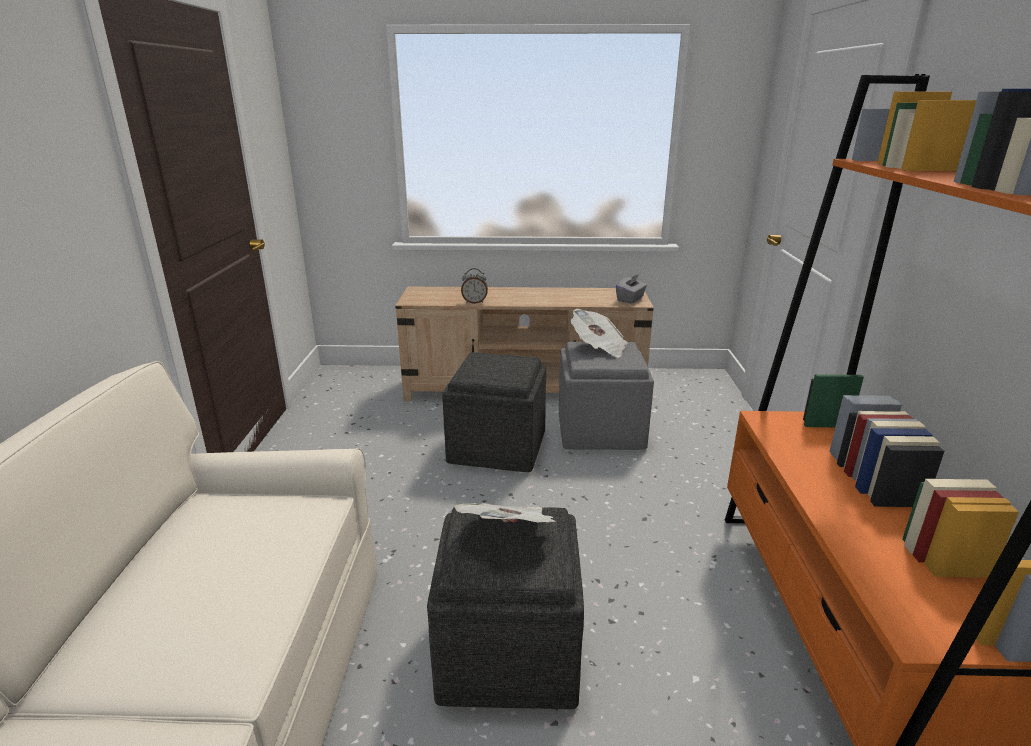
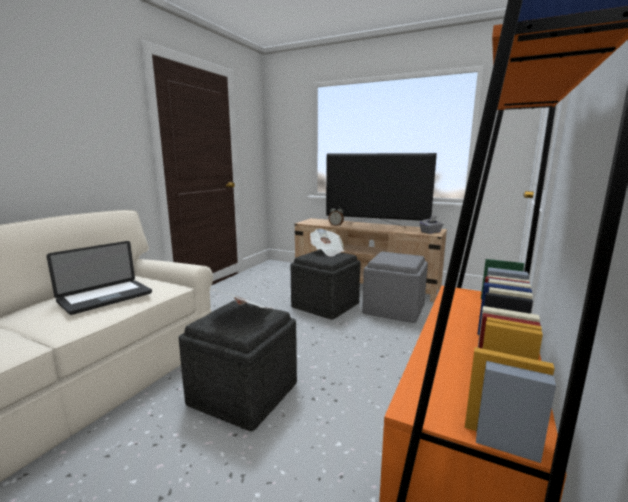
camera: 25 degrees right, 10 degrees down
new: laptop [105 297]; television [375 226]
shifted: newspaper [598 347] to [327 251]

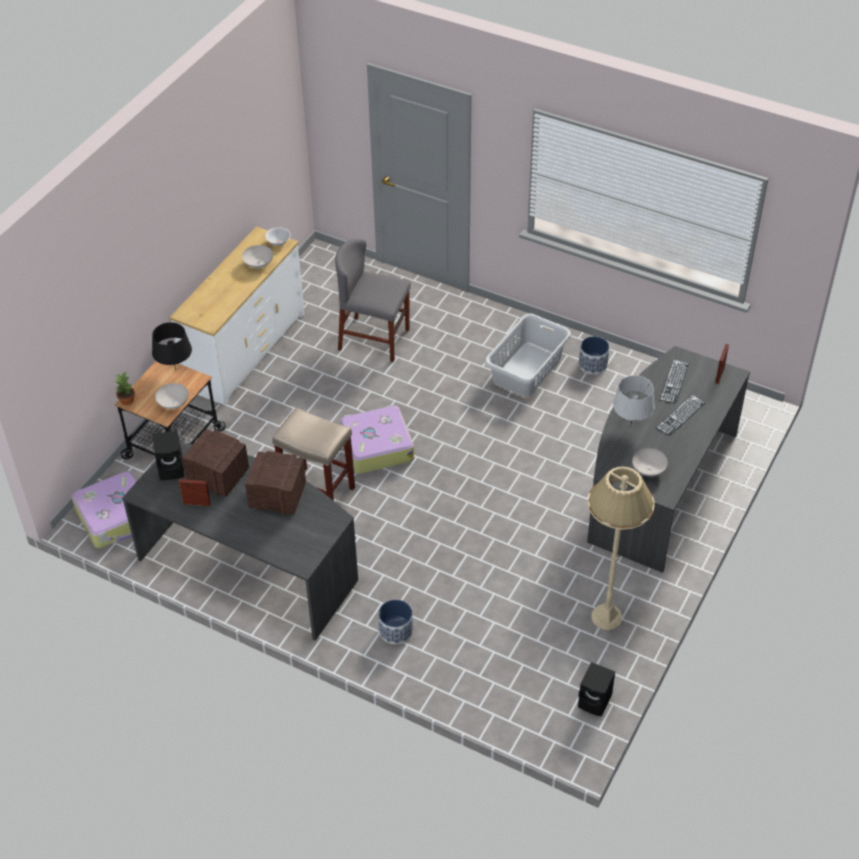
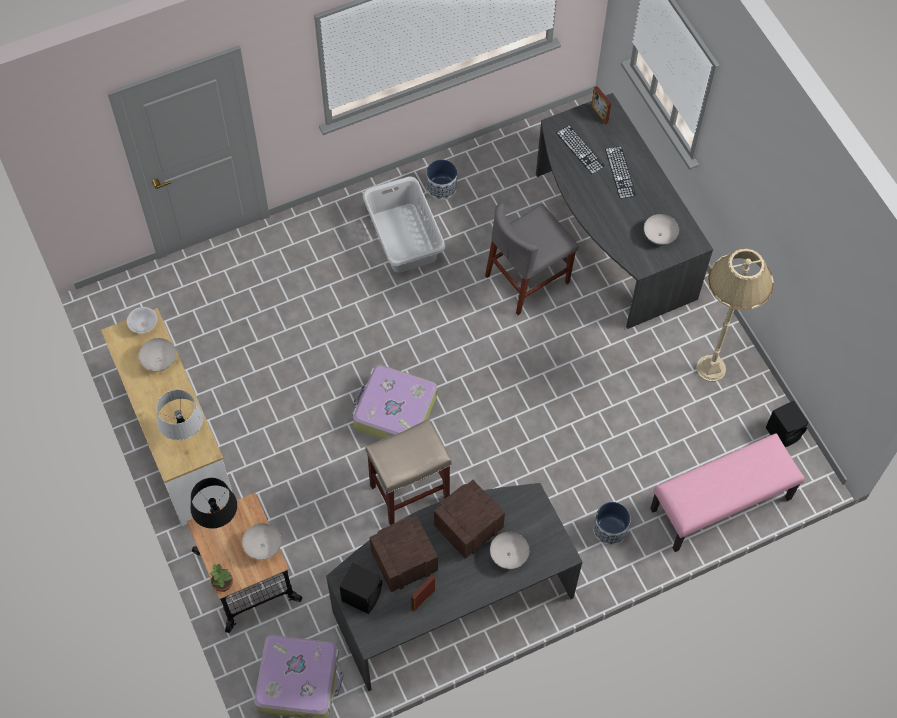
camera: 55 degrees left, 15 degrees up
new: white bowl [508 556]; pink bench [720 505]
shifted: grey chair [374 339] to [527 279]; grey table lamp [631 424] to [184 432]

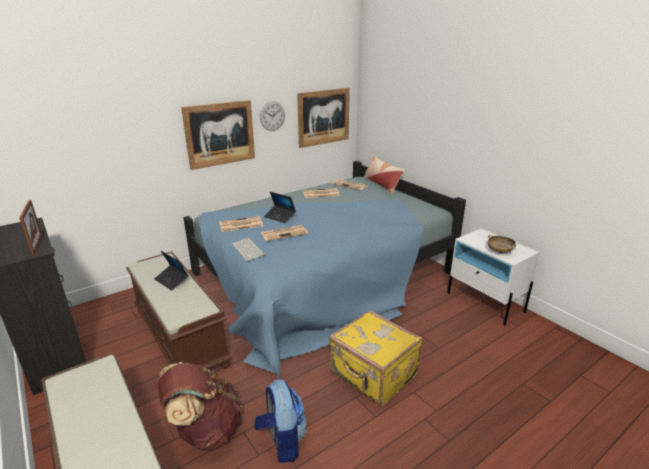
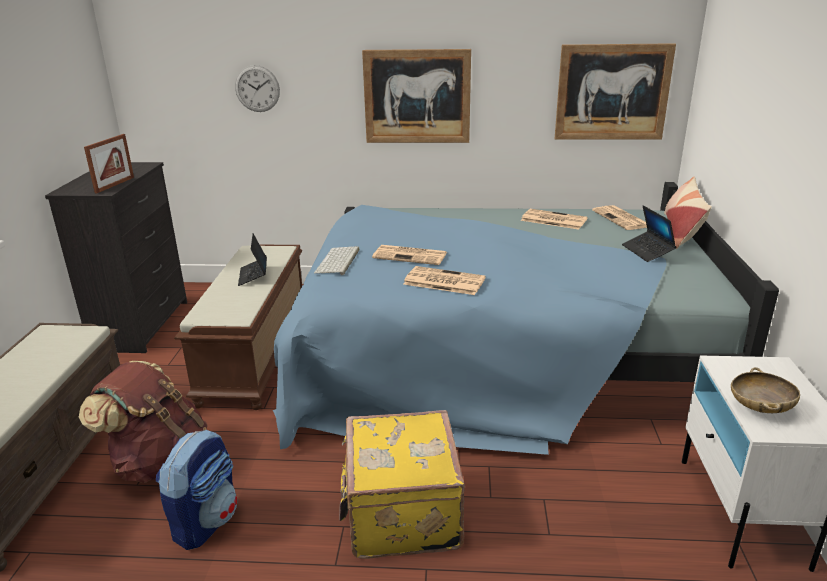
camera: 40 degrees right, 0 degrees up
shifted: newspaper [240 224] to [443 281]; wall clock [272 116] to [257 89]; laptop [280 217] to [647 251]

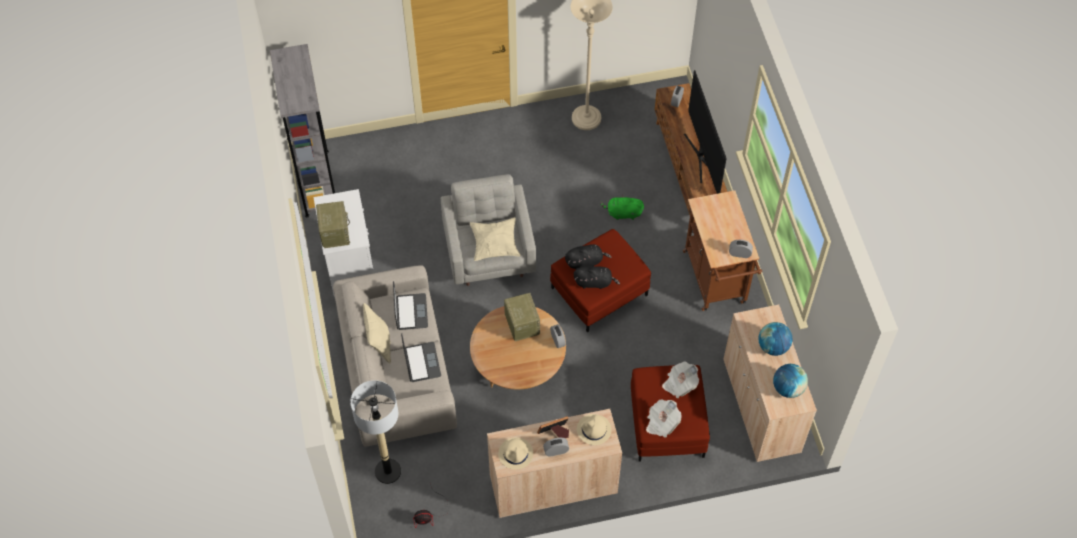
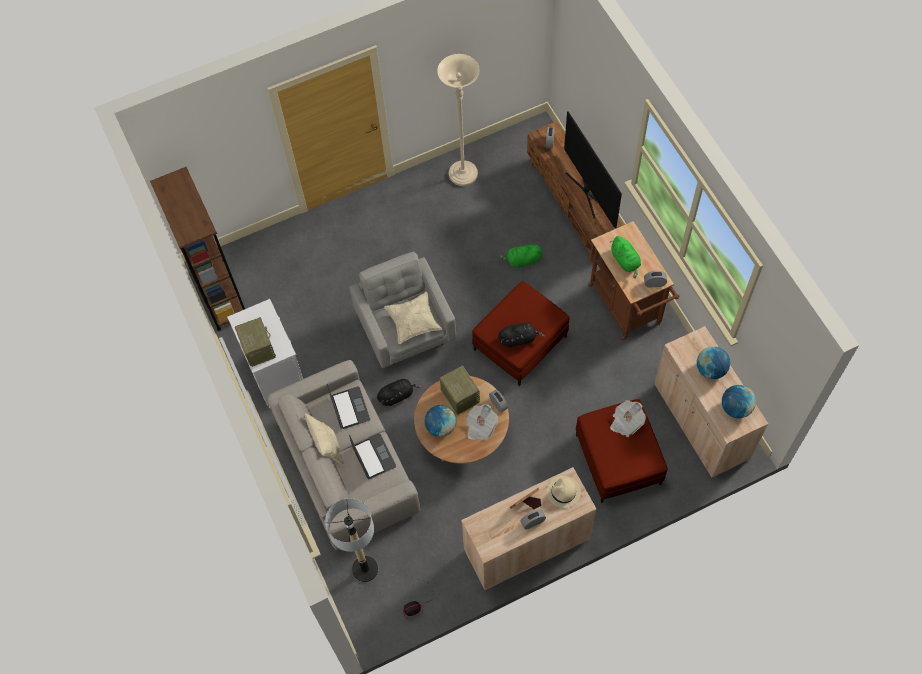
camera: 10 degrees left, 5 degrees up
gone: beige hat [516 453]
new: globe [441 427]; green plush toy [625 261]
shifted: black plush toy [585 261] to [397 395]; newspaper [661 422] to [480 426]
repainted: grey bookcase [317 183] to brown bookcase [220 294]

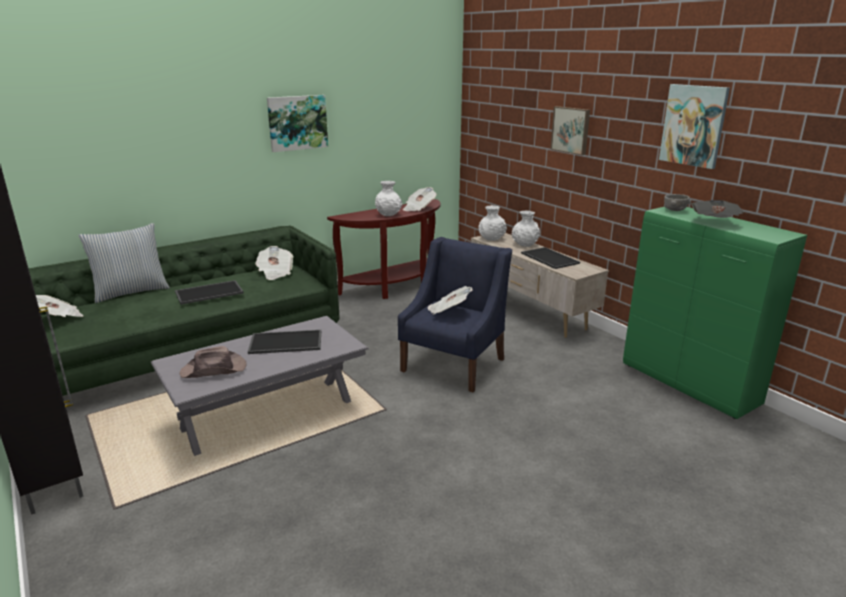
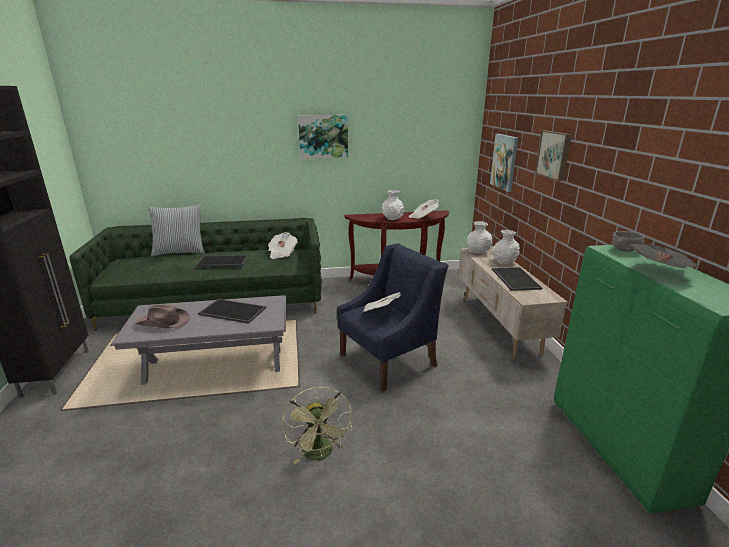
camera: 25 degrees right, 0 degrees up
gone: newspaper [58 317]
new: green fan [320 454]
shifted: picture [693 125] to [504 162]

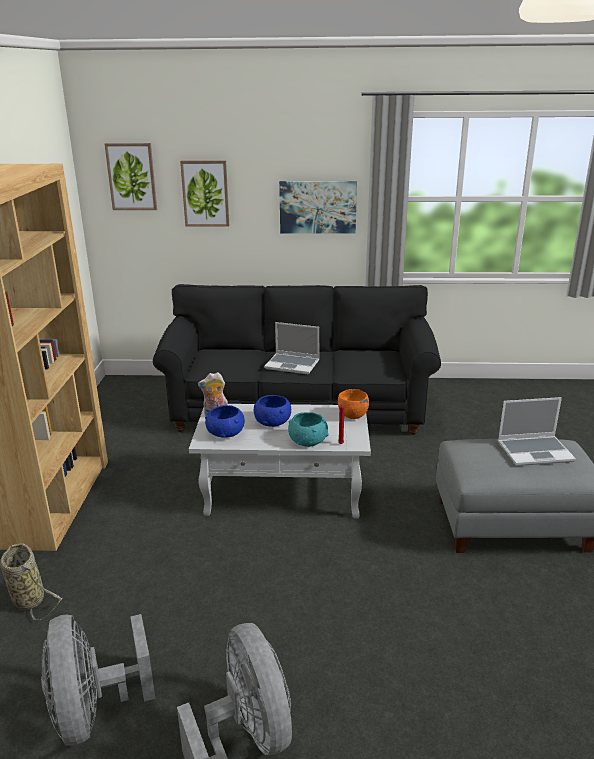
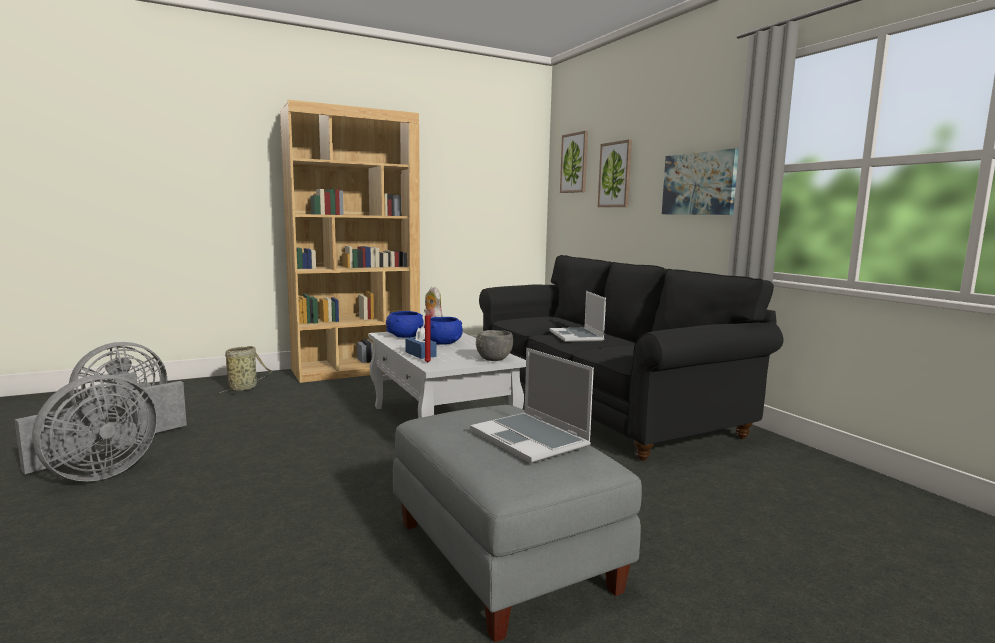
camera: 60 degrees right, 15 degrees down
swapped: turquoise bowl [308 441] to blue tissue box [420 354]
repainted: orange bowl [352 416] to grey bowl [493 360]

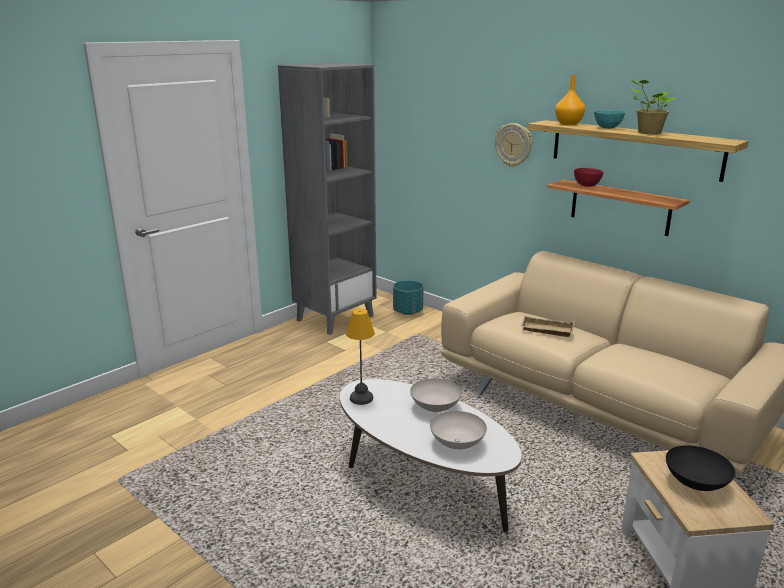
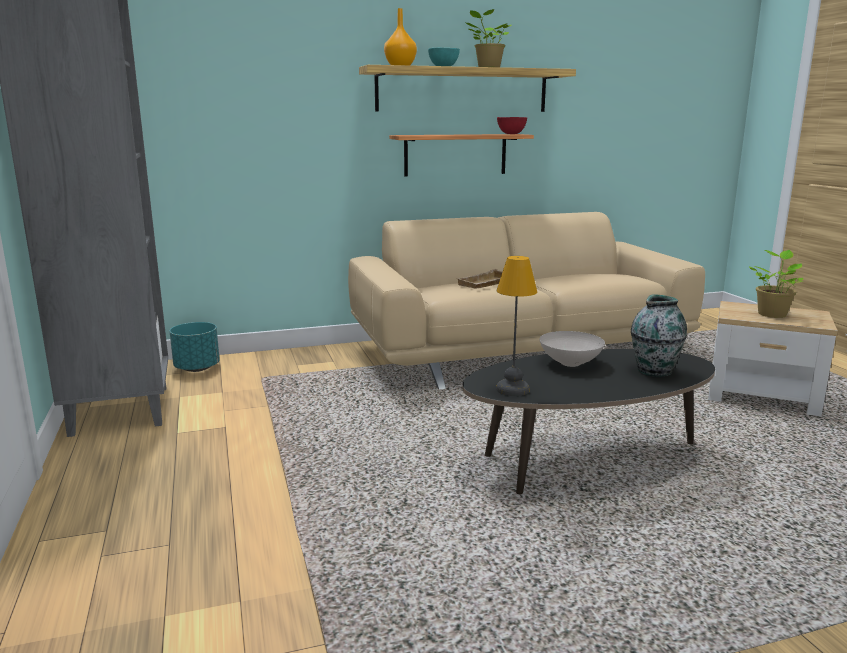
camera: 60 degrees left, 5 degrees down
gone: wall clock [514 145]
shifted: red bowl [586 185] to [510 134]
swapped: white bowl [457 444] to vase [655 371]; black bowl [694 483] to potted plant [772 314]
repainted: white coffee table [422 484] to black coffee table [585 461]

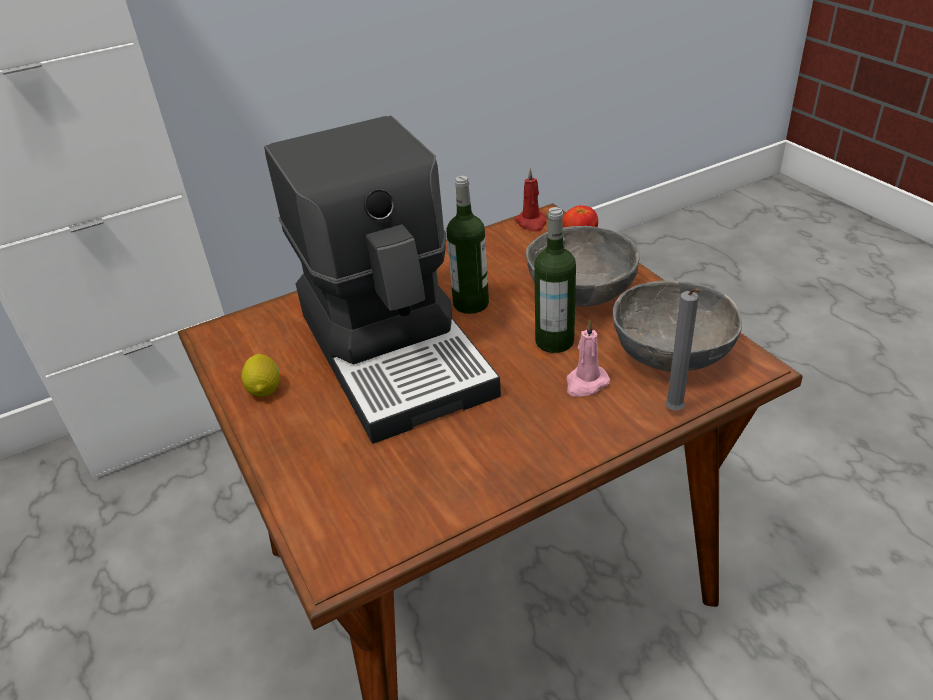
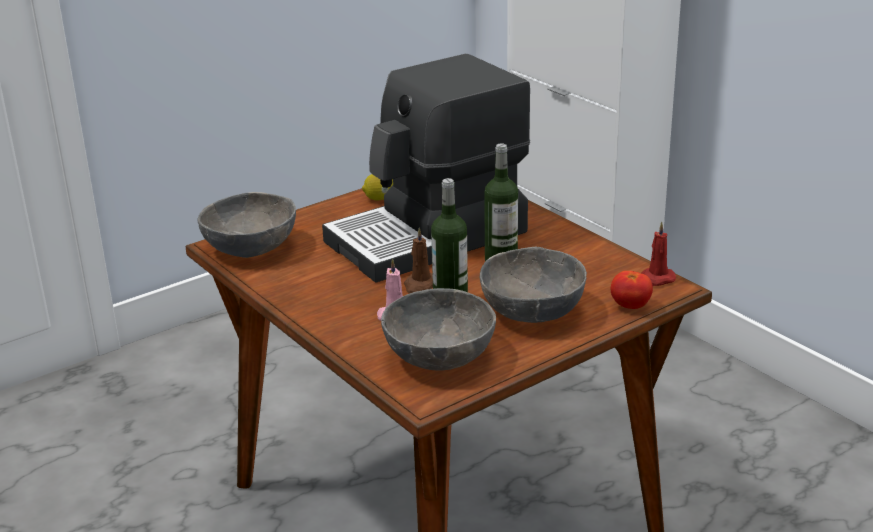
camera: 80 degrees right, 10 degrees down
gone: grey candle [675 412]
new: grey bowl [251 247]; brown candle [420 285]

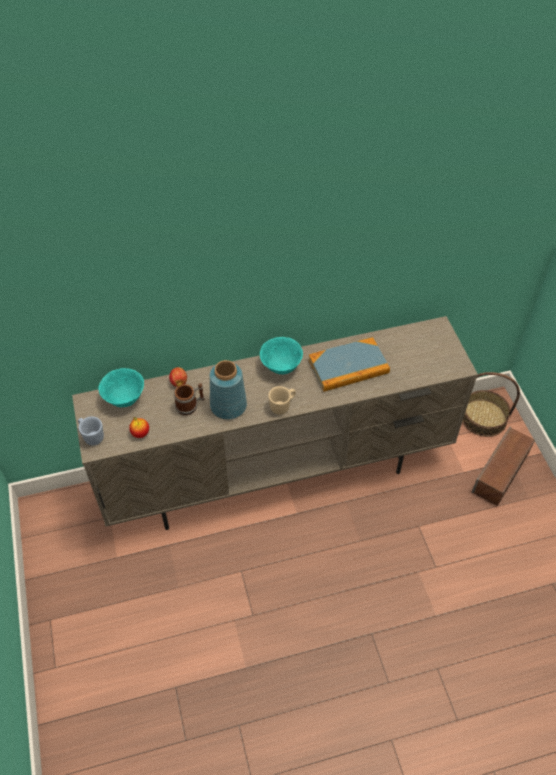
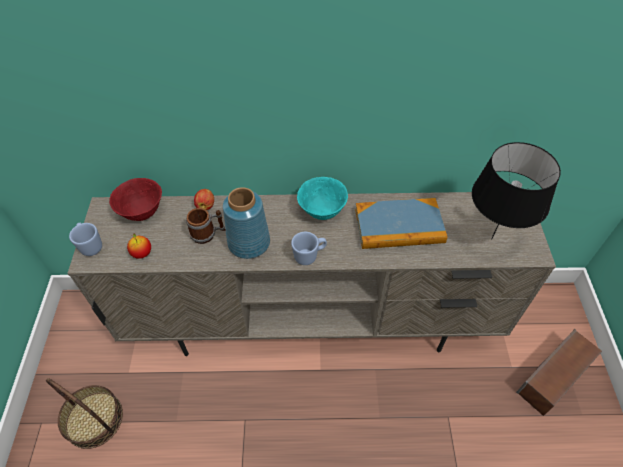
camera: 15 degrees right, 0 degrees up
new: black table lamp [491 240]
shifted: basket [483 417] to [94 419]
repainted: turquoise bowl [124 399] to red bowl [142 212]; beige mug [282 406] to blue mug [309 256]

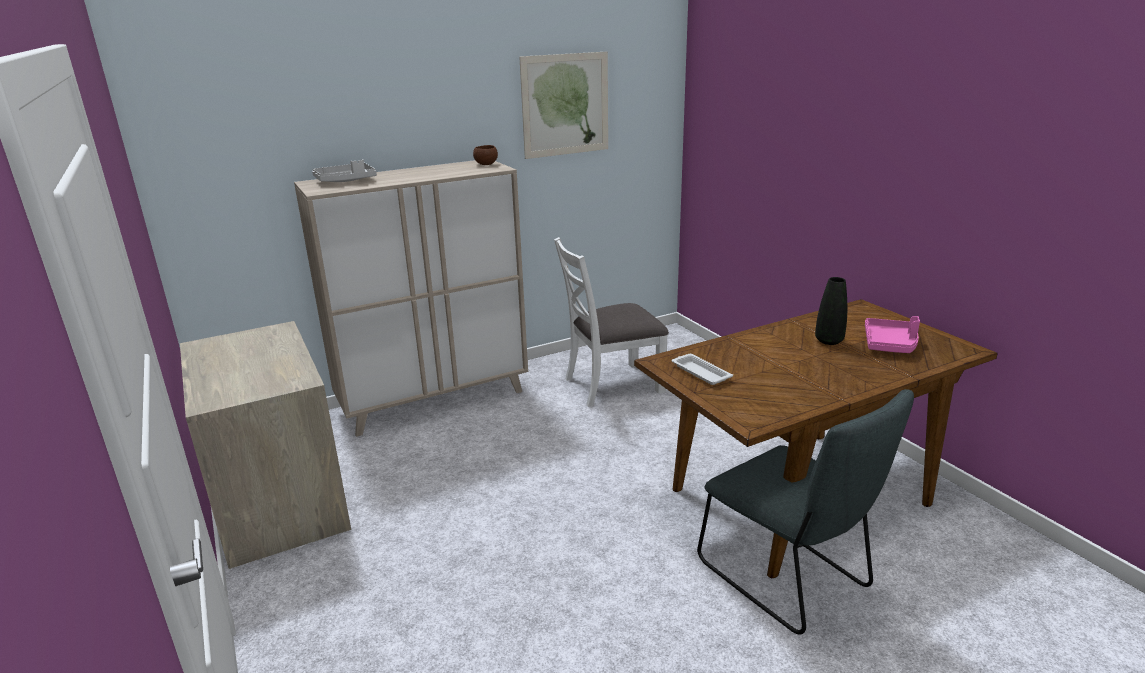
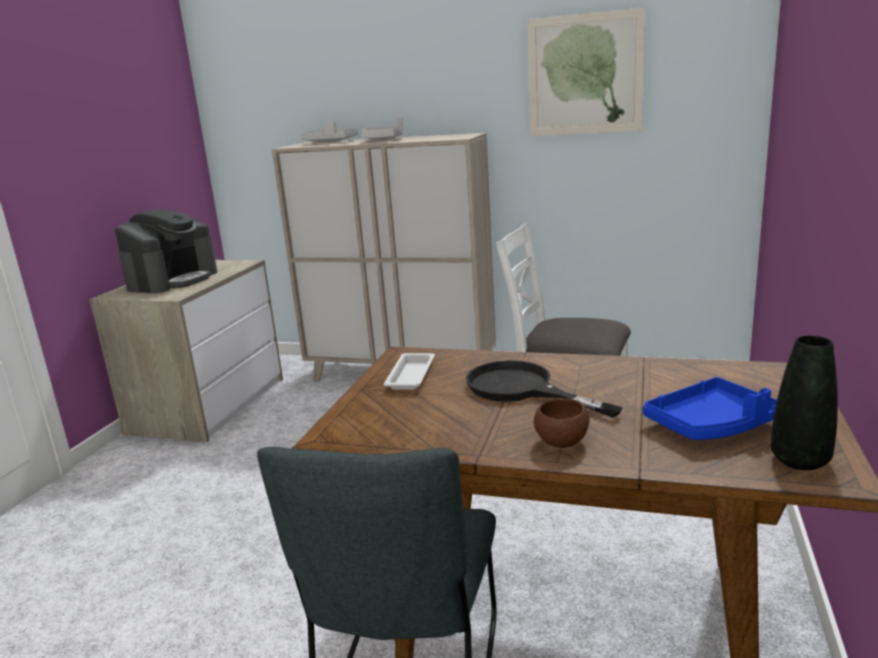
camera: 45 degrees right, 5 degrees down
new: coffee machine [173 280]; grey tray [384 140]; black frying pan [521 389]
shifted: brown bowl [486 164] to [561 442]; black vase [829 341] to [800 461]
repainted: pink tray [890 344] to blue tray [712 425]

